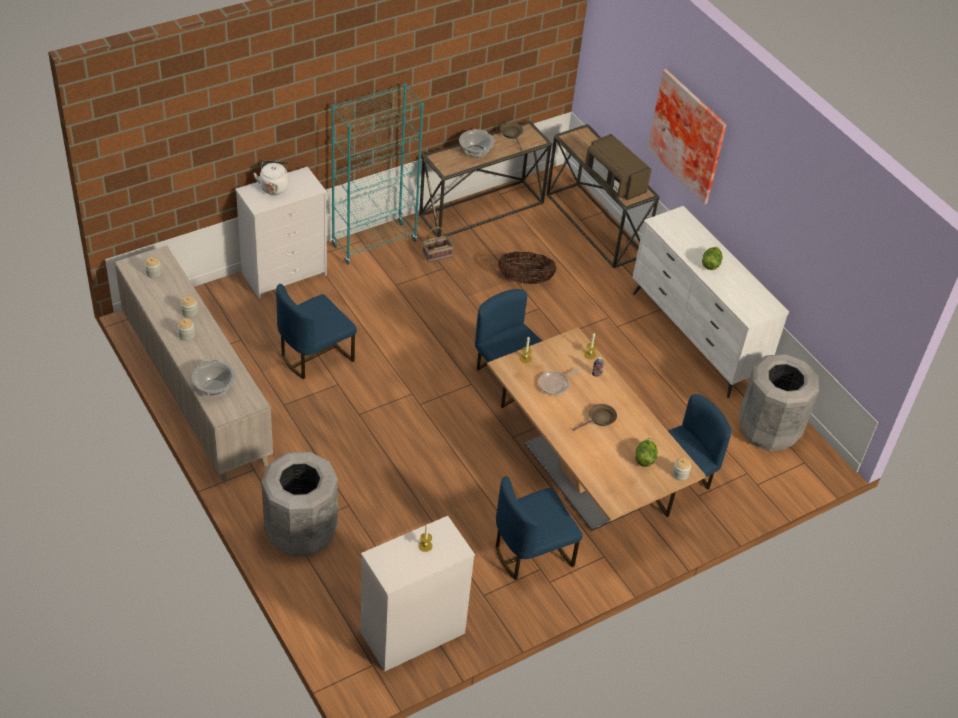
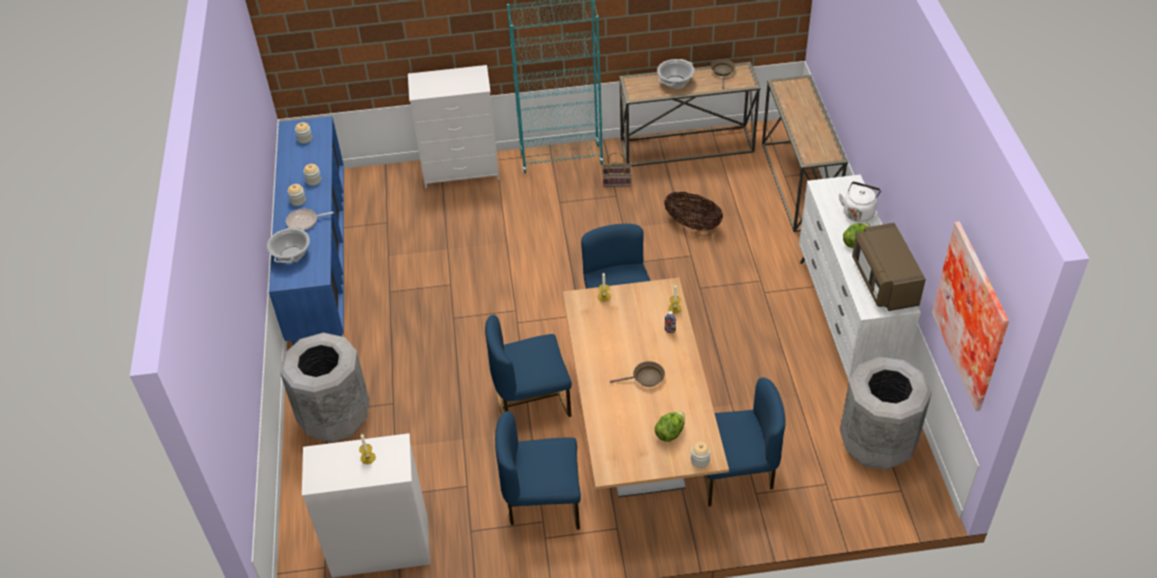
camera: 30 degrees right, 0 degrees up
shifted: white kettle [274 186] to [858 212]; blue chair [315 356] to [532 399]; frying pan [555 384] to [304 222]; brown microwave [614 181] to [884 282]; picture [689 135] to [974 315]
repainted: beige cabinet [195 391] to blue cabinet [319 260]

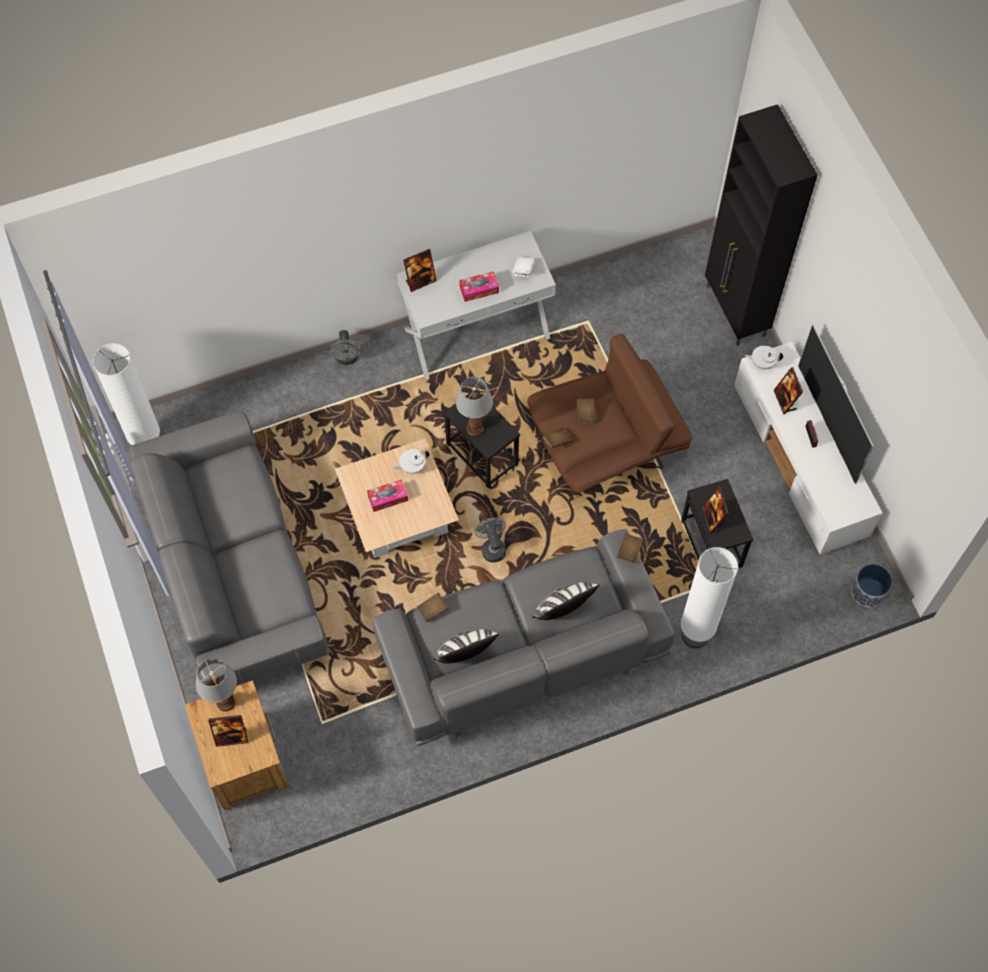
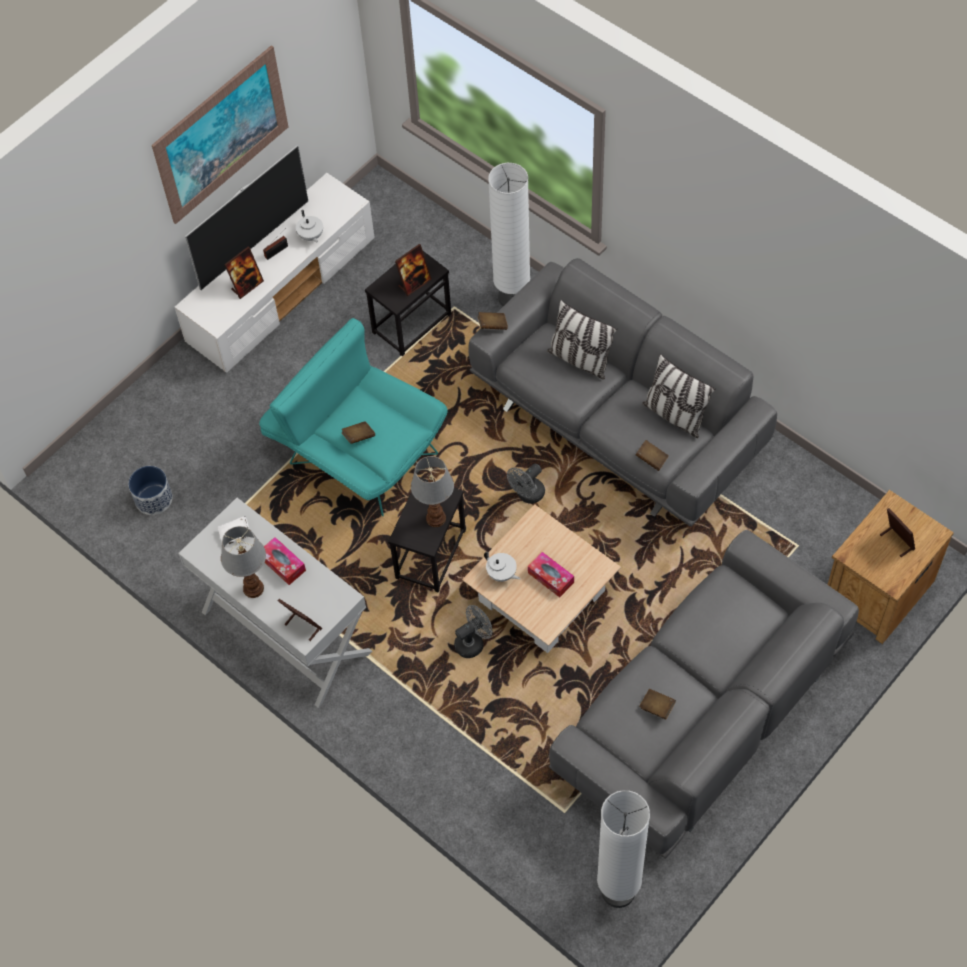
camera: 115 degrees left, 5 degrees down
gone: black cabinet [735 312]
new: picture [221 135]
shifted: table lamp [225 701] to [252 589]; grey fan [347 359] to [473 642]; brown book [557 441] to [657 707]; white teapot [762 363] to [311 236]; planter [868 592] to [153 499]
repainted: brown armchair [607 446] to turquoise armchair [356 450]

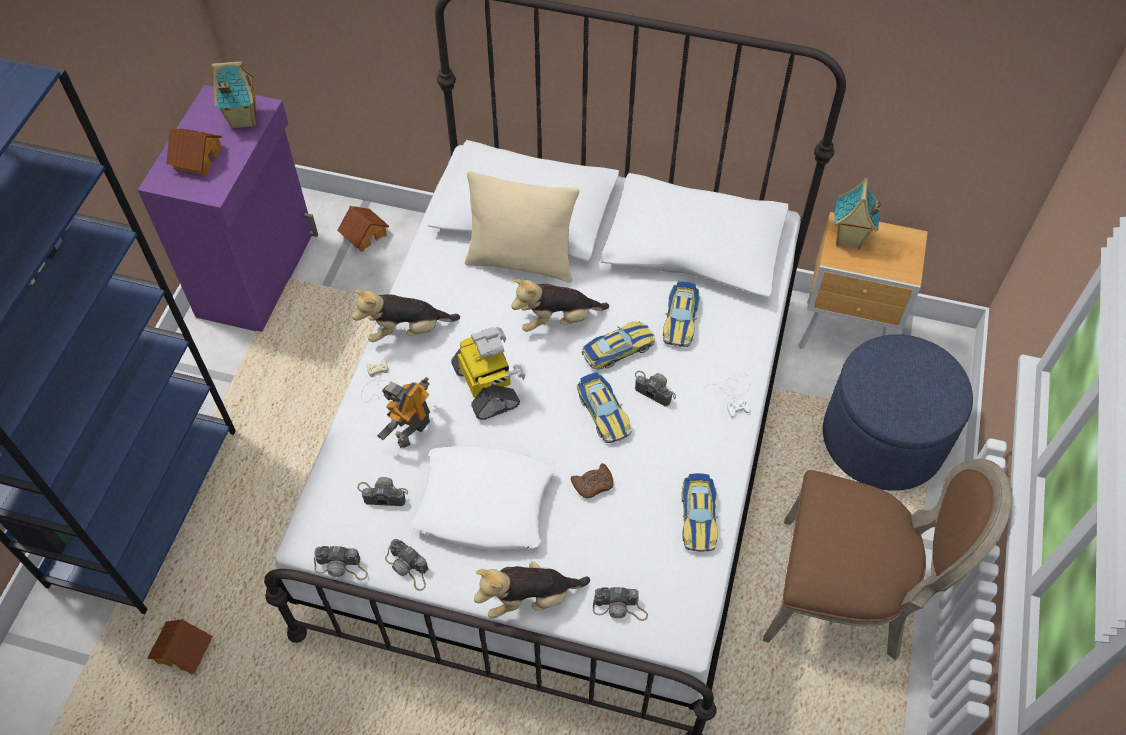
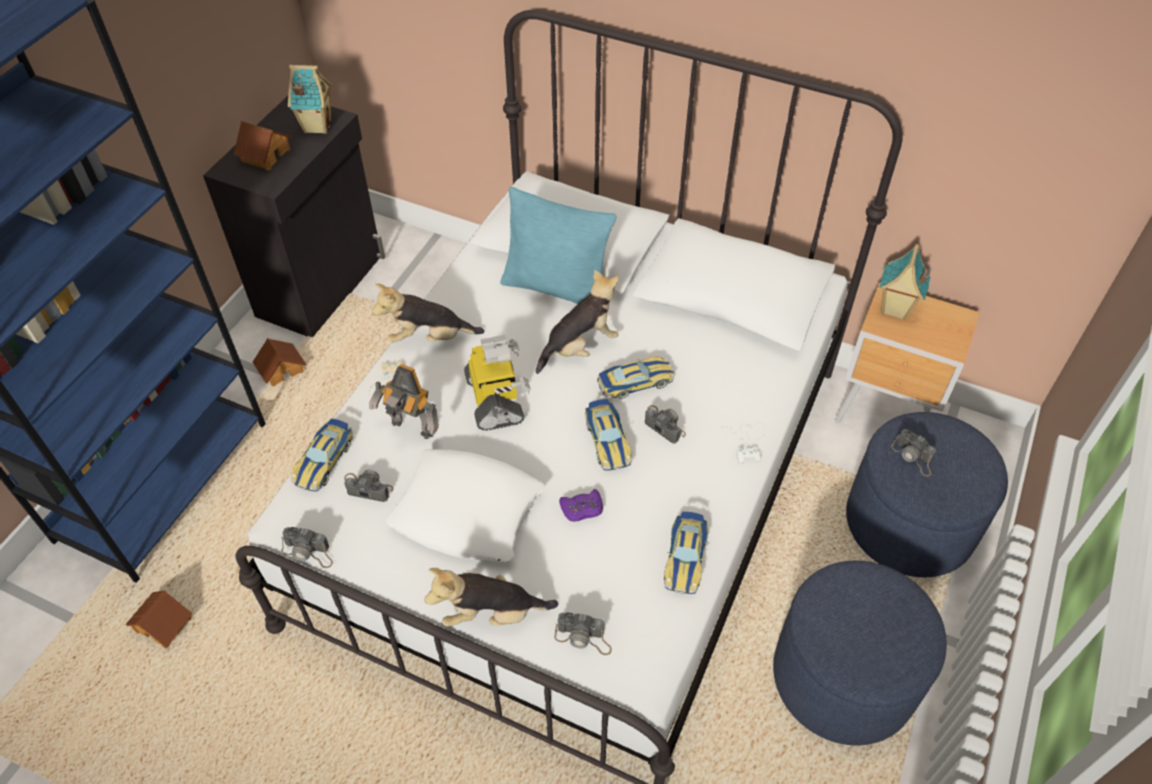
camera: 10 degrees right, 5 degrees down
shifted: toy house [364 234] to [282 369]; photo camera [408 568] to [913 457]; toy car [680 319] to [324 460]
swapped: brown chair [844 596] to blue ottoman [843 677]
repainted: purple cabinet [258 273] to black cabinet [322 285]; beige pillow [521 262] to turquoise pillow [556 288]; brown game controller [593 484] to purple game controller [582 509]
rotated: toy robot [411 429] = [411 430] 105 degrees counterclockwise; plush toy [557 320] = [580 347] 150 degrees clockwise

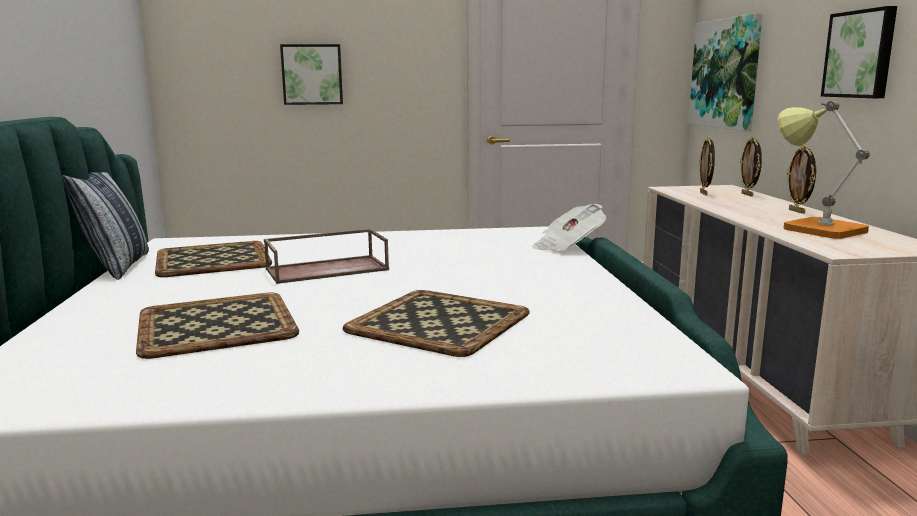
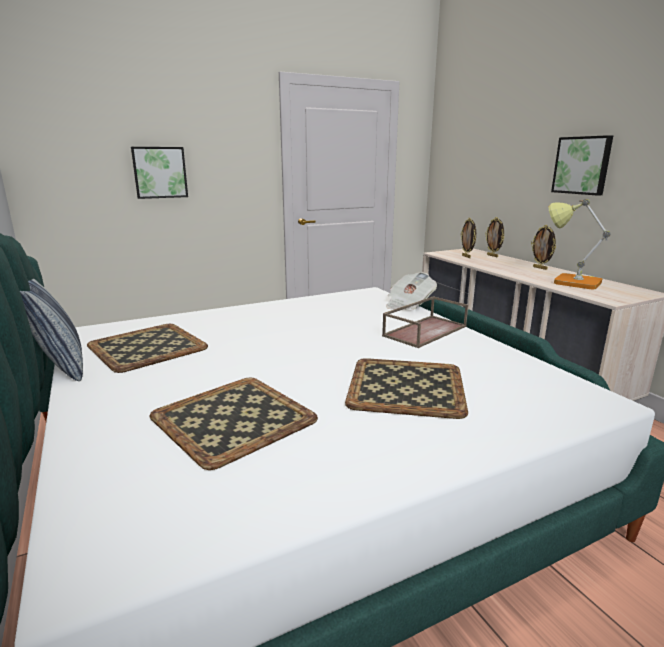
camera: 20 degrees left, 5 degrees up
gone: picture [725 73]
shifted: brown tray [328 269] to [425 330]

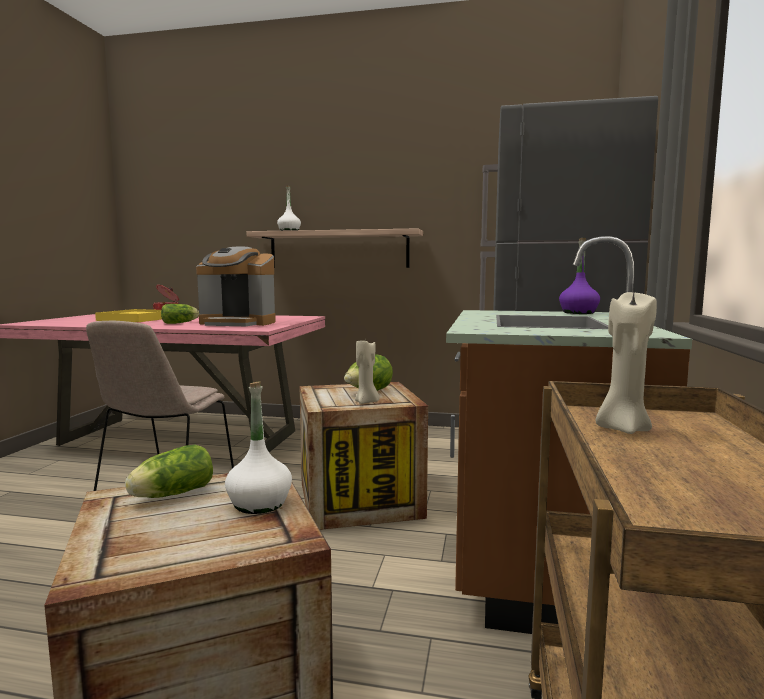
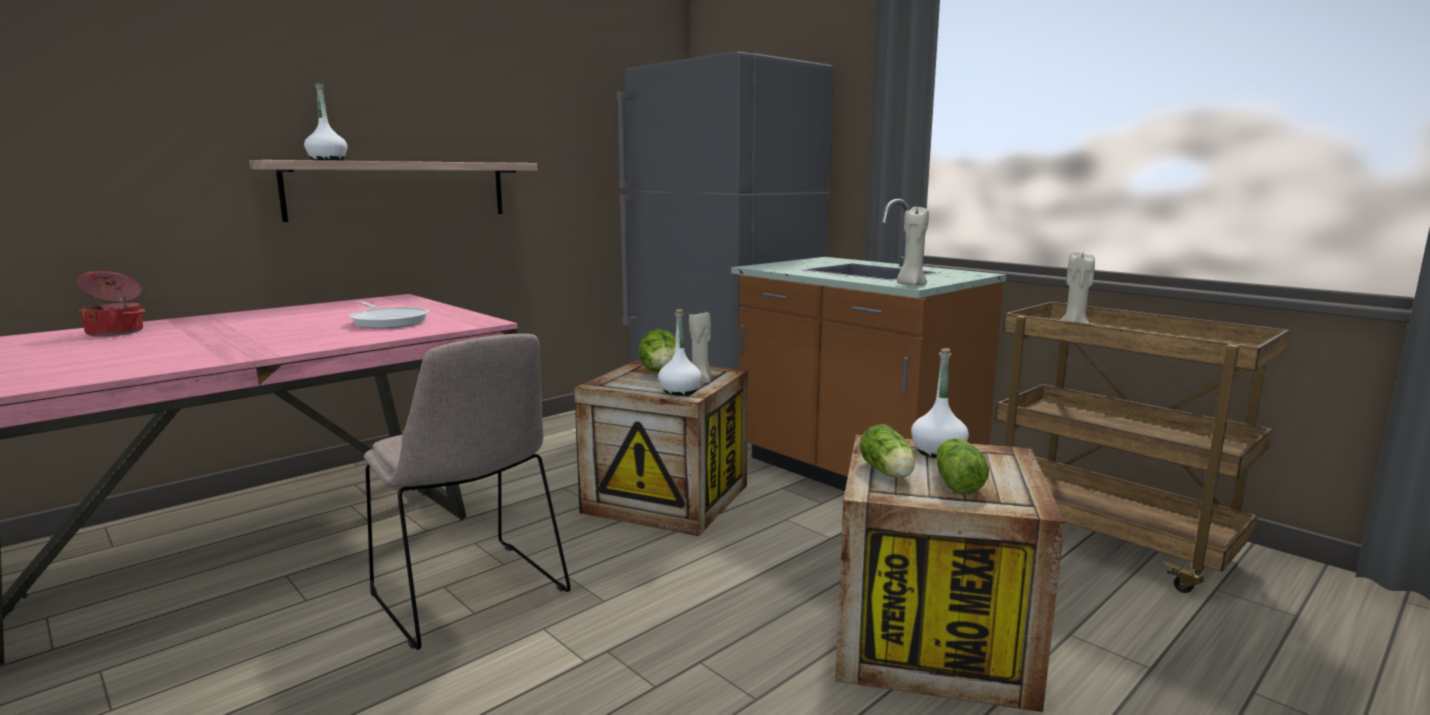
camera: 55 degrees left, 5 degrees up
gone: yellow tray [136 319]; purple bottle [578 313]
new: white bottle [680 391]; beige candle [911 284]
shifted: lettuce [181 323] to [957 482]
swapped: coffee machine [238 323] to frying pan [389 321]

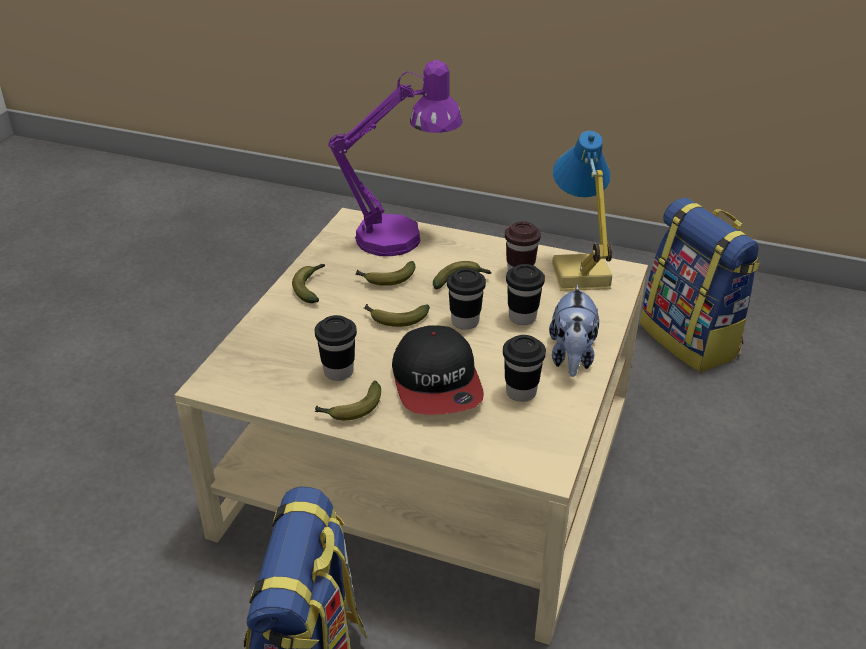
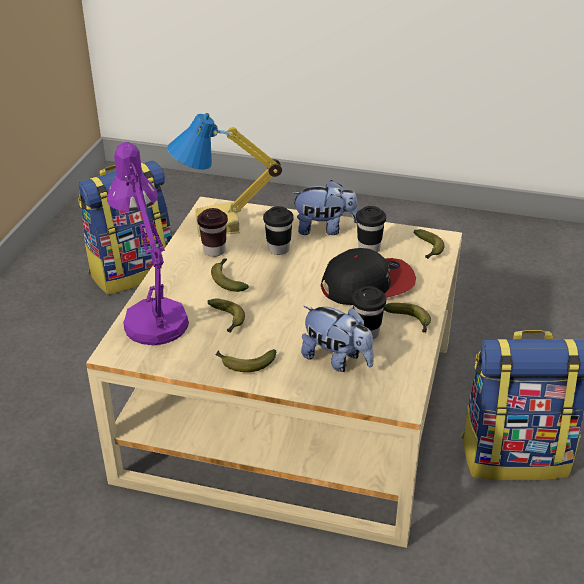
camera: 95 degrees left, 0 degrees up
gone: black cup [465 322]
new: plush toy [337 360]
shifted: banana [394 319] to [428 249]

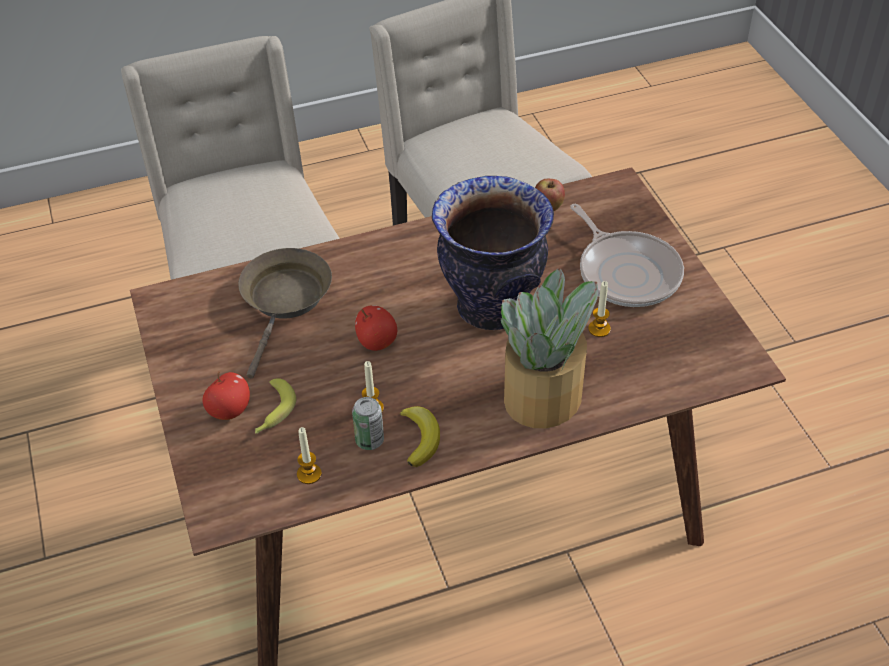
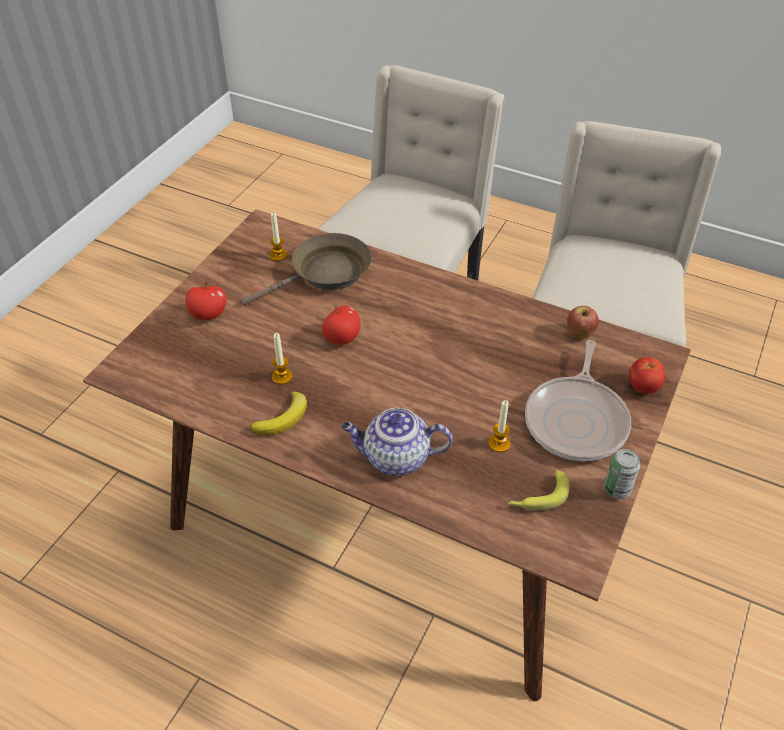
camera: 45 degrees right, 0 degrees up
gone: vase [492 307]
new: tomato [643 387]
shifted: banana [272 412] to [538 497]; candle [309 474] to [278 255]; can [369 440] to [617 489]
swapped: potted plant [544 397] to teapot [395 458]

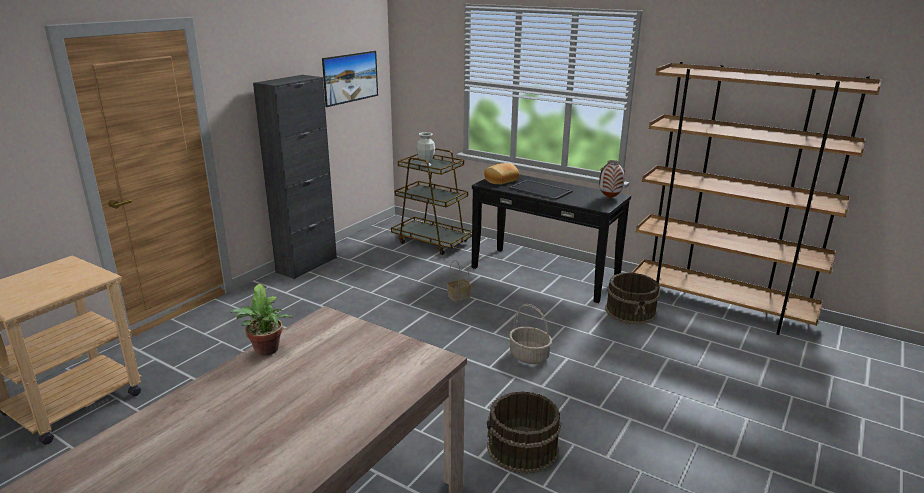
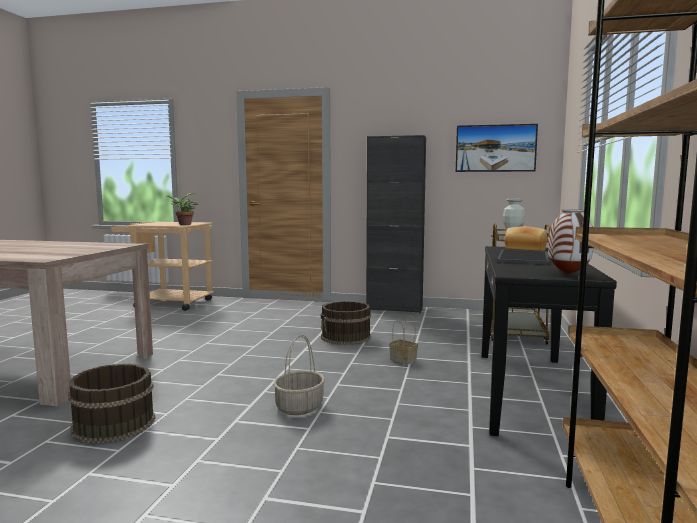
camera: 70 degrees right, 15 degrees down
shifted: potted plant [266 351] to [183 224]; brown bucket [631 311] to [346 337]

